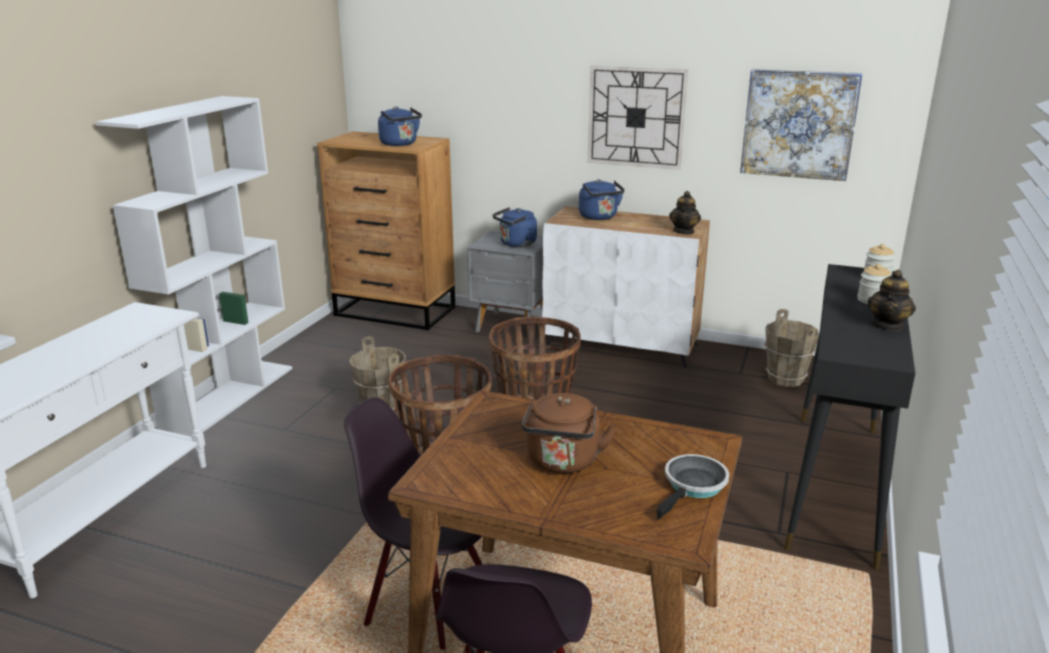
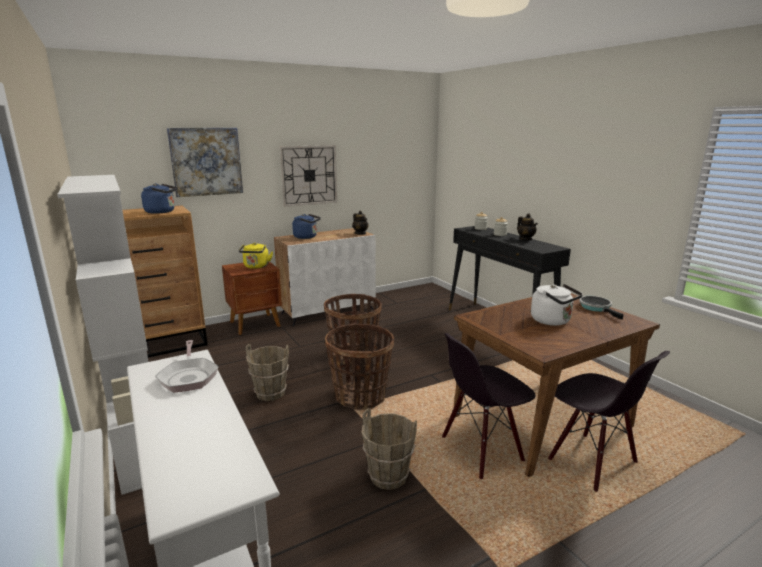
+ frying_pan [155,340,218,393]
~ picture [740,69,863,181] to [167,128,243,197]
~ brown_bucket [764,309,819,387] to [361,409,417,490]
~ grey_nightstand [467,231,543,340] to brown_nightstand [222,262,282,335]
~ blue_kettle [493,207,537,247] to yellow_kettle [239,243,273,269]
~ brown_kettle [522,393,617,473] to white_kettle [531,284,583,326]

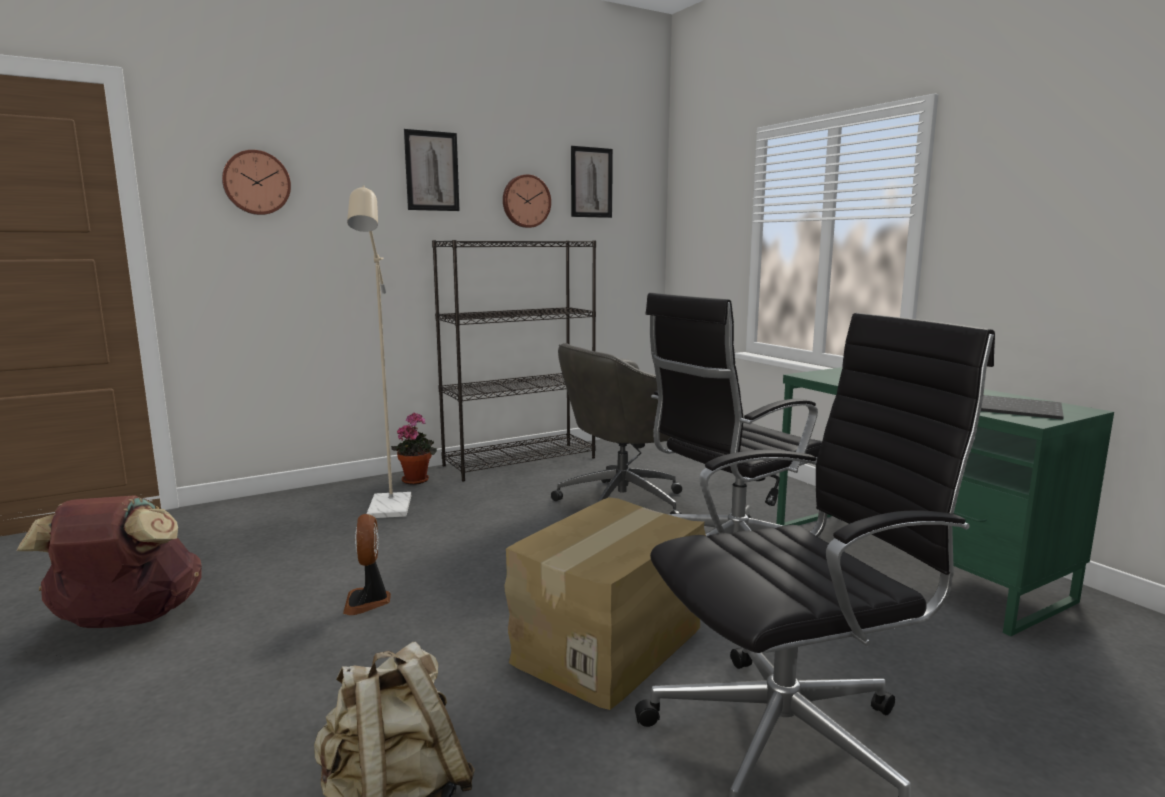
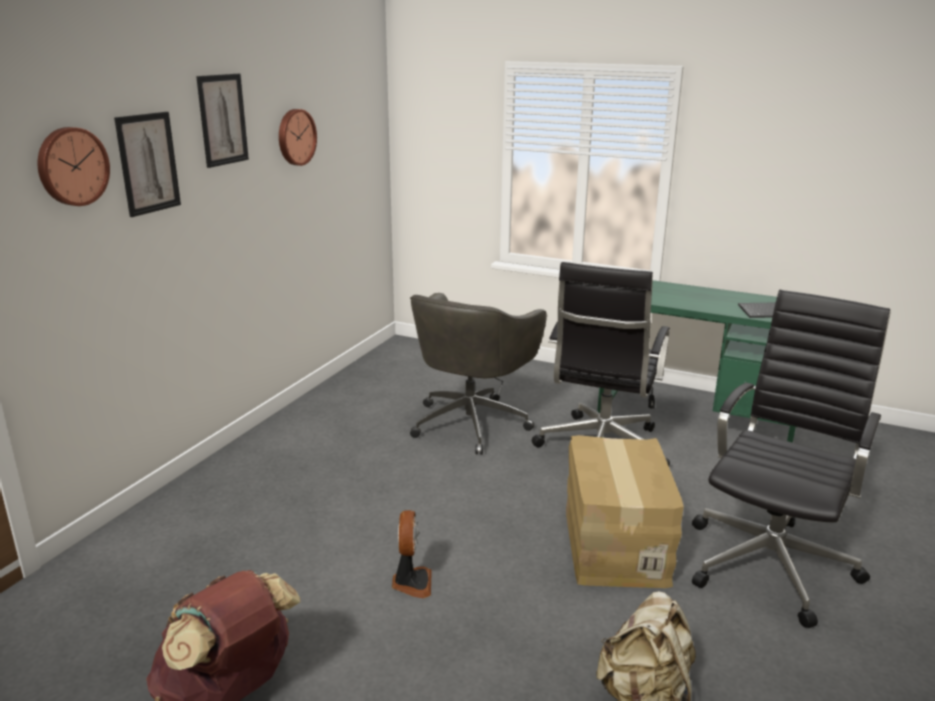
- beige_floor_lamp [347,185,411,518]
- potted_plant [391,412,437,485]
- black_bookcase [432,240,596,481]
~ picture [571,146,613,218] to [114,112,181,217]
~ fan [343,514,391,615] = [392,510,432,598] 135 degrees counterclockwise

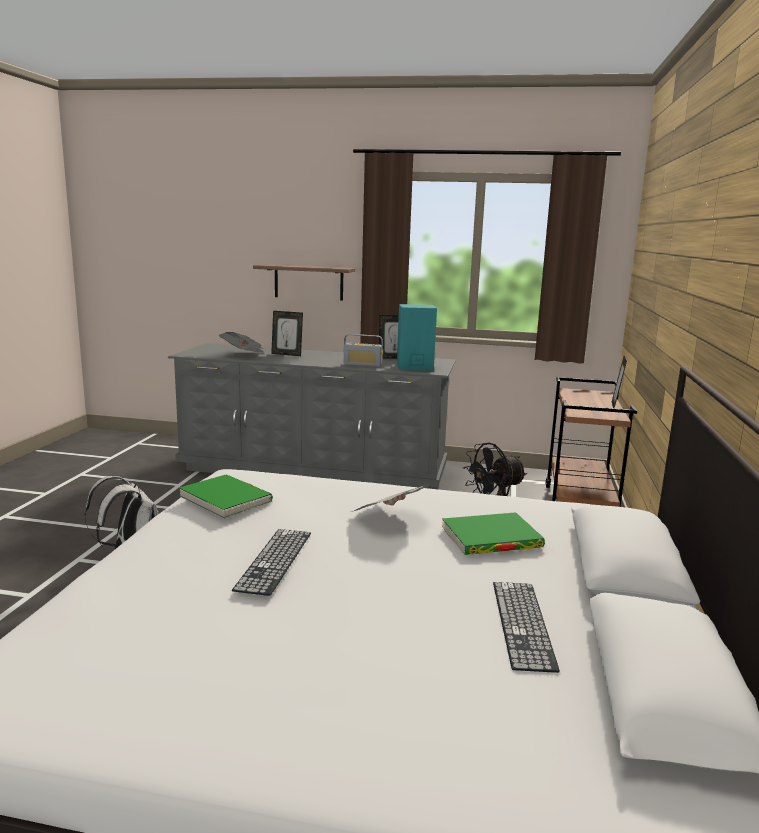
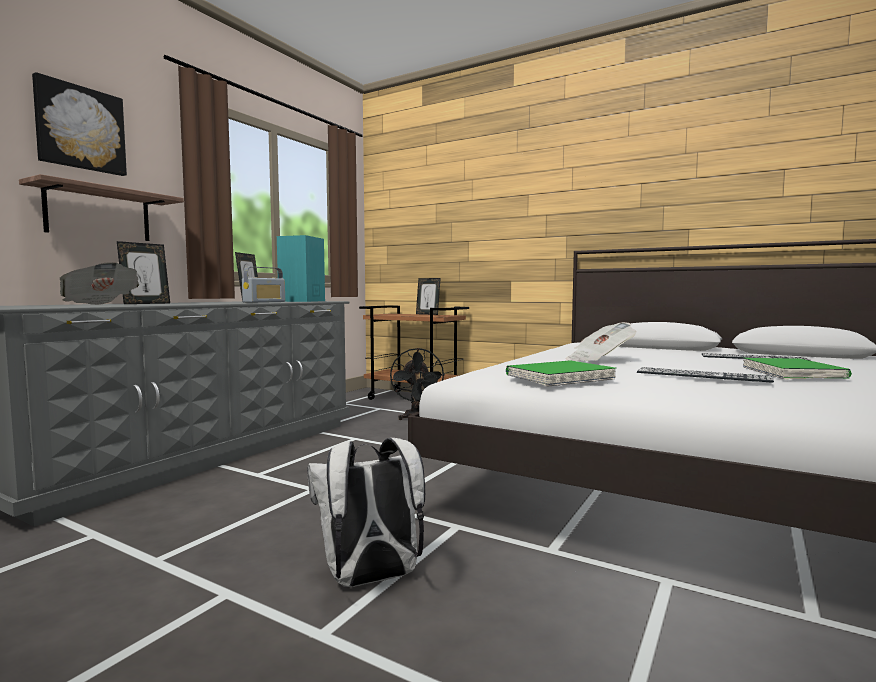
+ picture [32,72,127,176]
~ green_book [442,512,545,555] to [743,358,852,379]

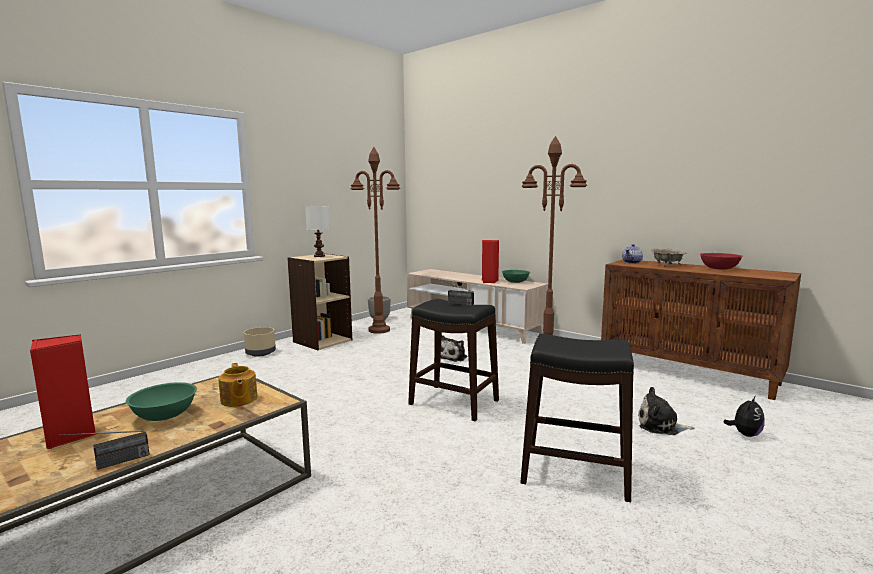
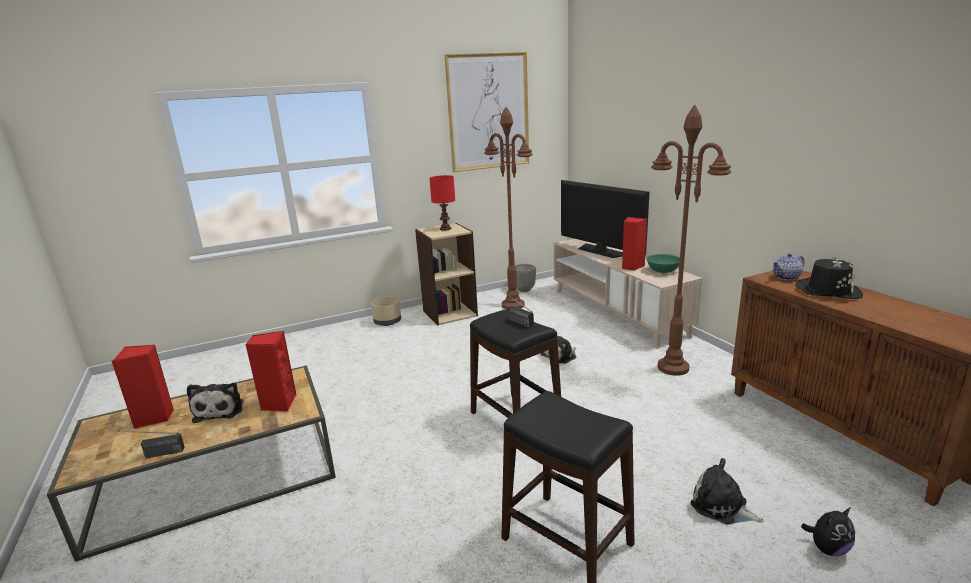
- red_bowl [700,253,743,269]
+ picture [444,52,529,172]
+ television [561,180,650,258]
~ green_bowl [126,382,197,421] to plush_toy [187,383,244,423]
~ teapot [218,363,258,407] to red_speaker [245,331,297,412]
~ beige_bowl [651,248,687,267] to black_hat [795,257,863,299]
~ white_table_lamp [305,206,330,257] to red_table_lamp [429,175,455,231]

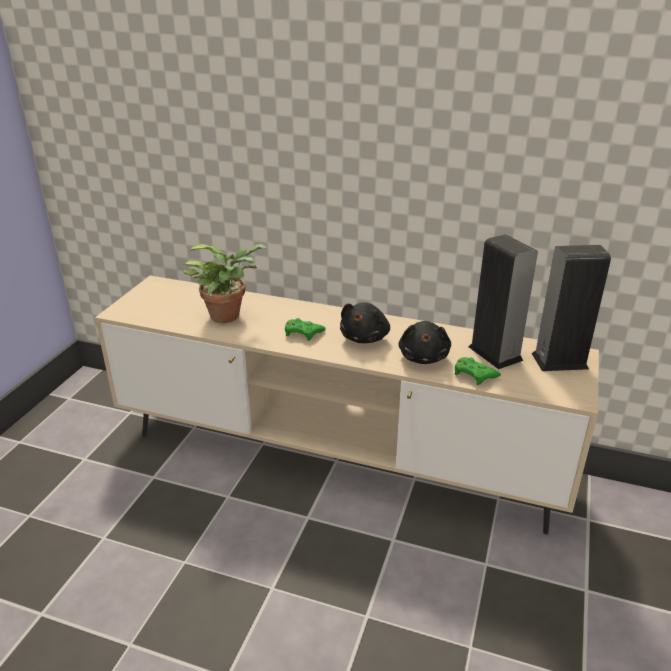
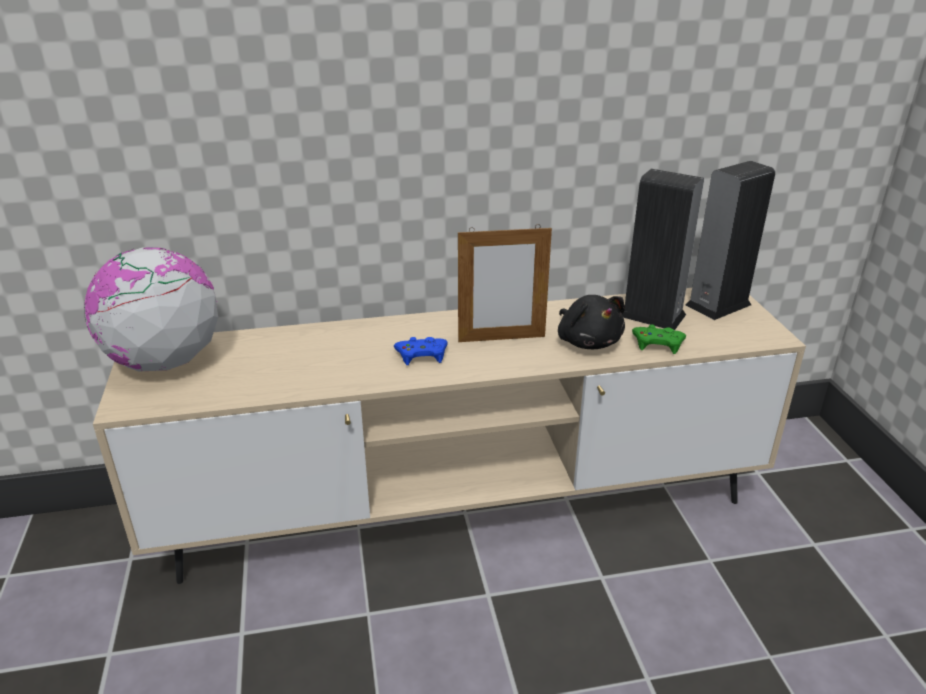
- potted_plant [183,244,268,323]
+ globe [84,247,218,372]
~ black_plush_toy [340,303,390,343] to picture_frame [458,224,552,342]
~ green_game_controller [285,318,326,341] to blue_game_controller [394,337,448,365]

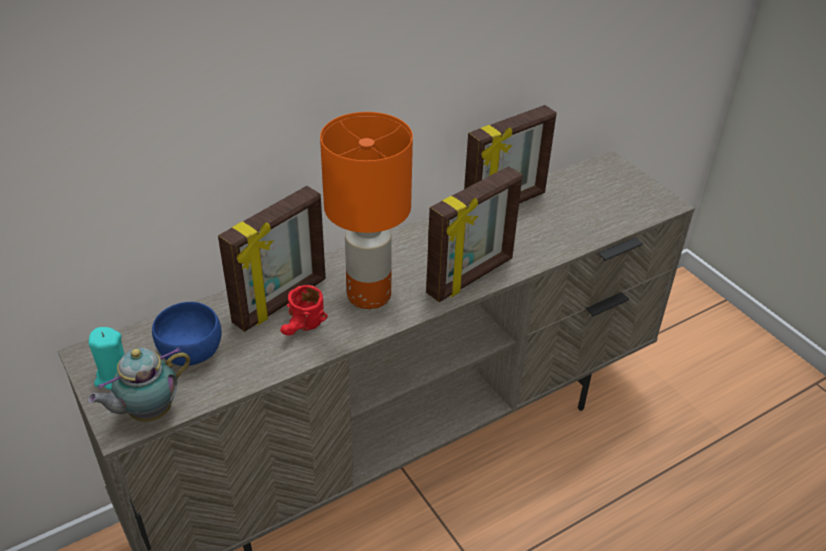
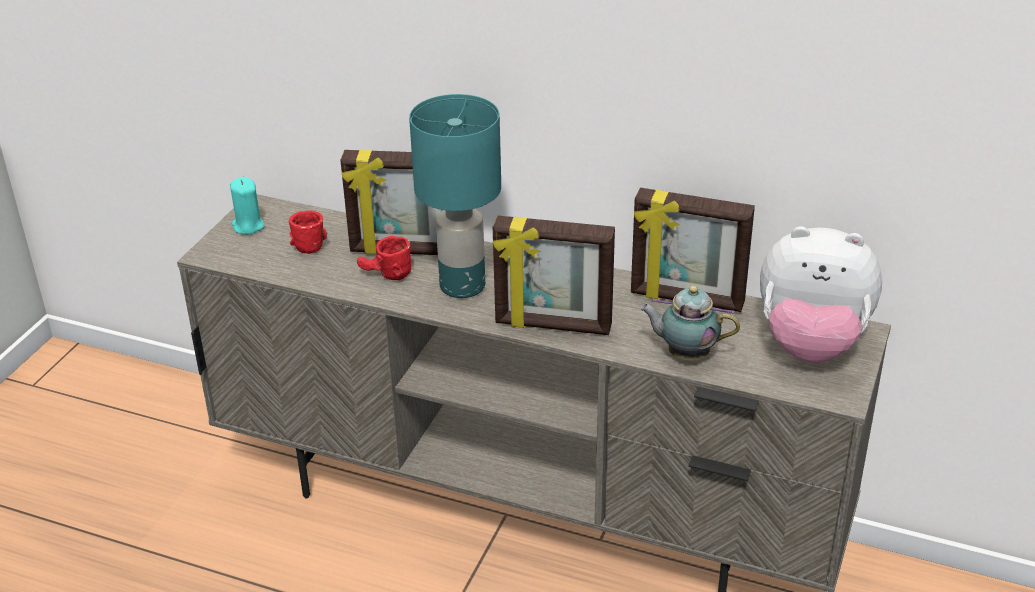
+ plush_toy [760,226,882,363]
~ teapot [87,347,190,422] to [639,286,740,361]
~ blue_bowl [152,302,222,366] to red_mug [289,211,327,254]
~ orange_table_lamp [320,112,413,309] to turquoise_table_lamp [409,94,501,298]

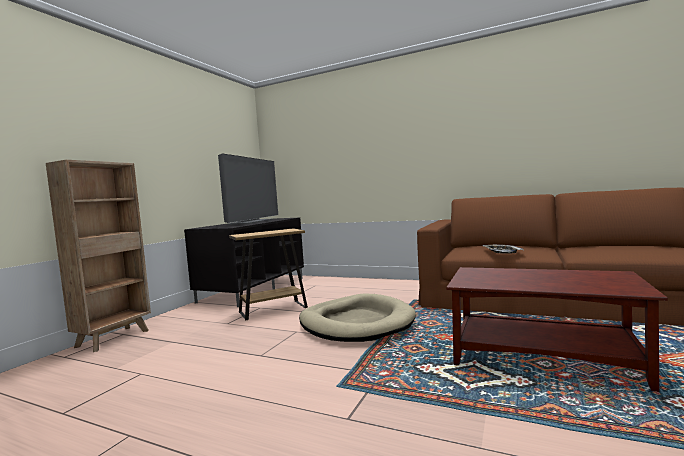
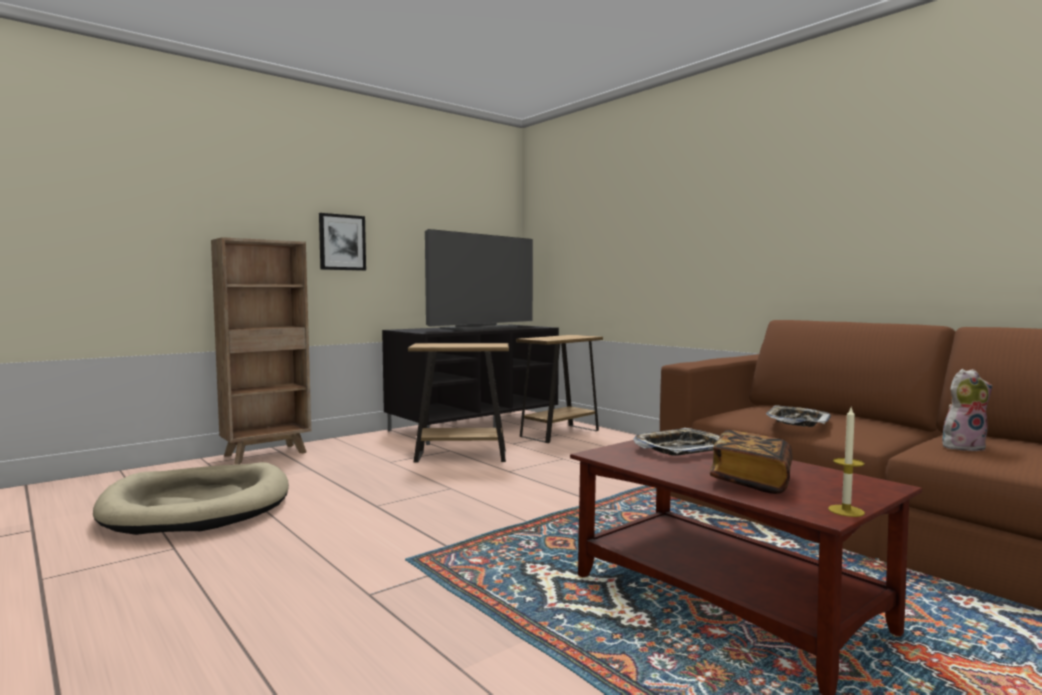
+ picture [319,213,366,271]
+ brown_side_table [516,335,603,443]
+ tray [633,428,720,456]
+ book [710,430,792,494]
+ candle [828,408,865,517]
+ plush_toy [942,369,993,451]
~ beige_dog_bed [299,294,416,342] to [93,462,289,535]

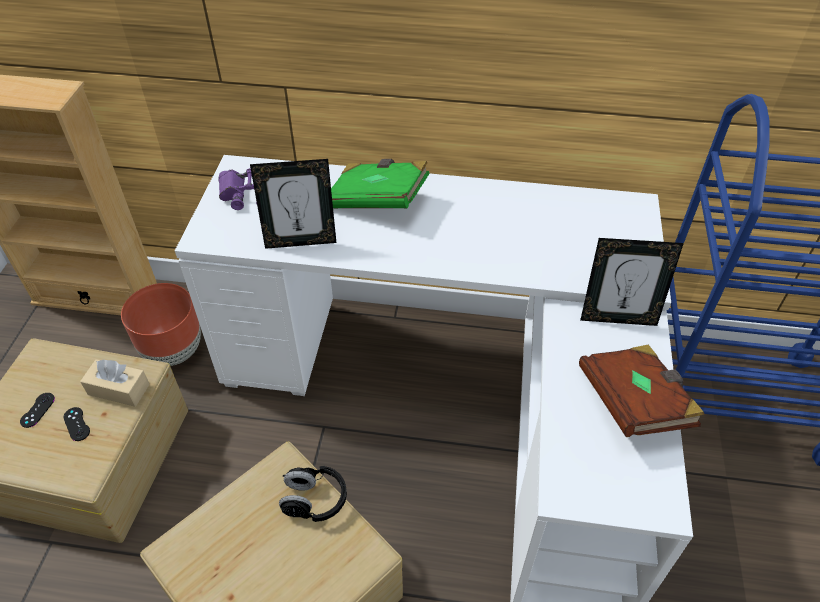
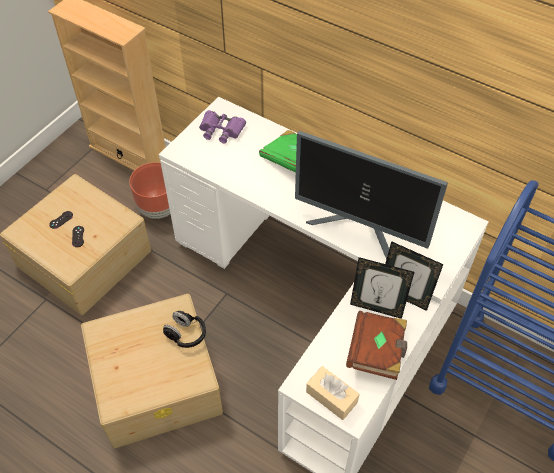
+ monitor [295,131,448,260]
~ beige_tissue_box [80,359,150,407] to [306,366,360,420]
~ picture_frame [250,159,336,249] to [350,257,414,319]

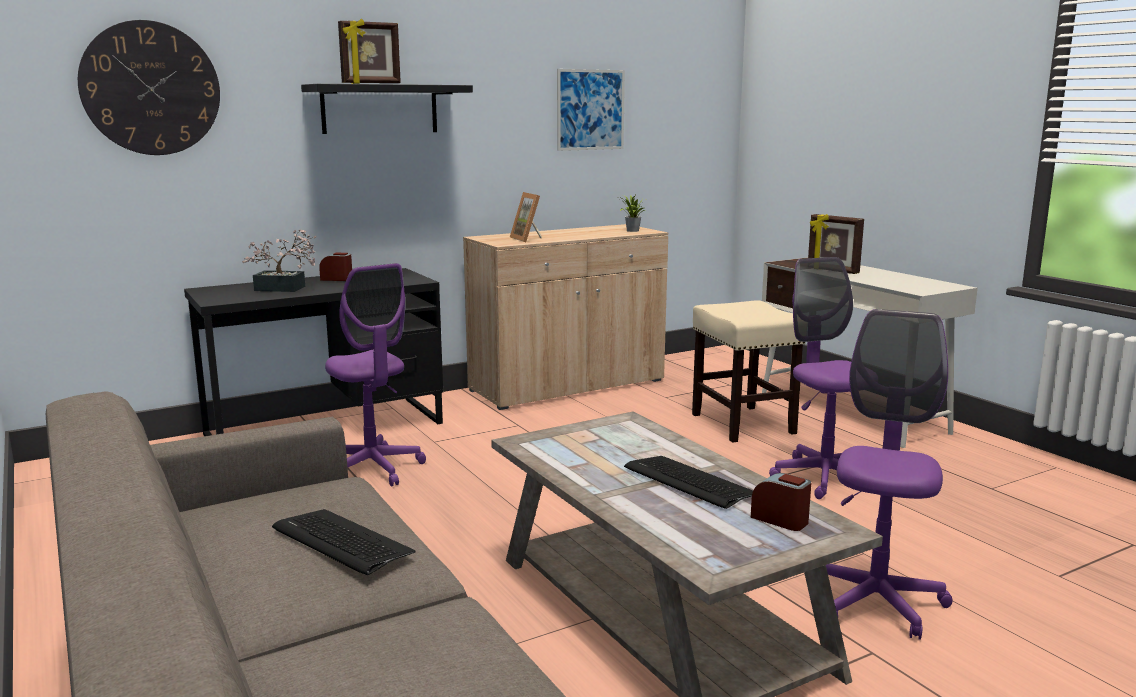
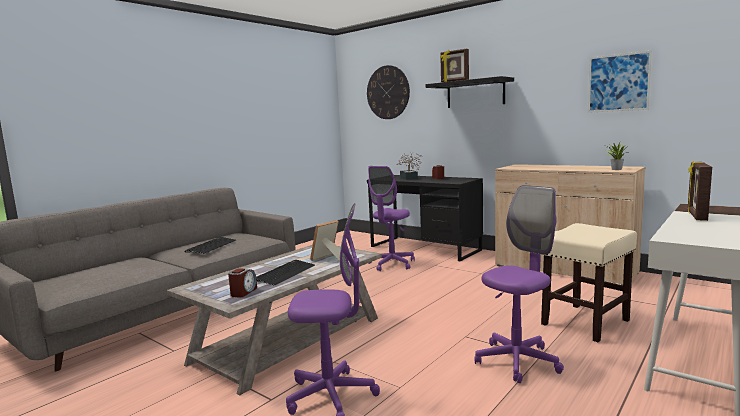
~ picture_frame [510,192,542,242] to [310,220,341,261]

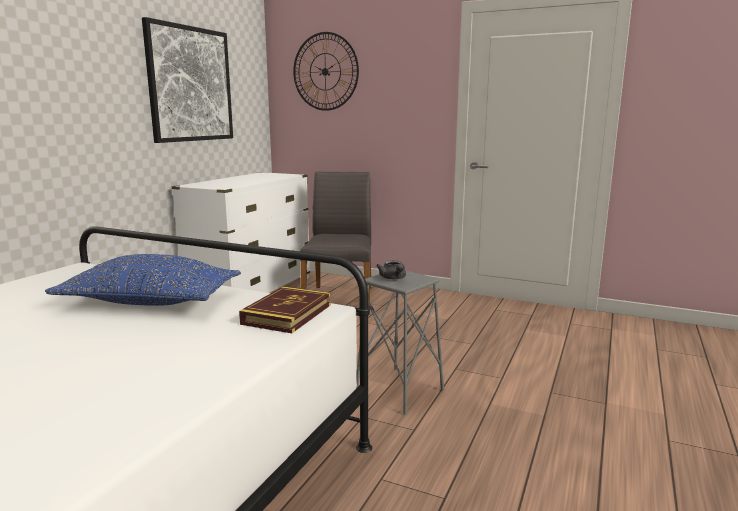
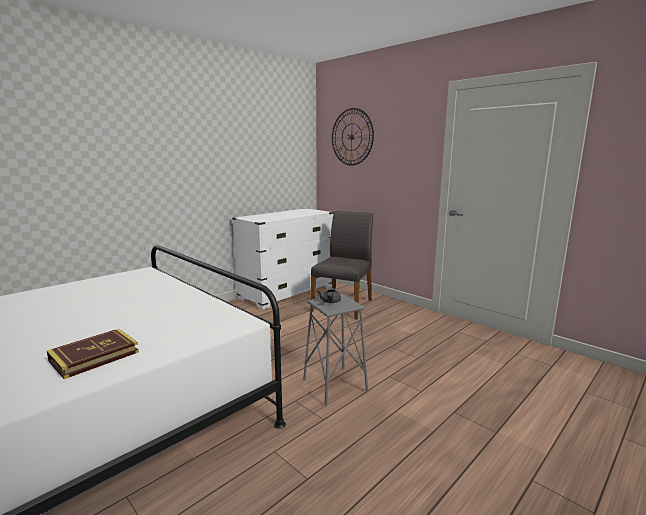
- blue_pillow [45,254,241,306]
- picture [142,17,233,143]
~ book [239,286,331,333] to [47,329,139,379]

